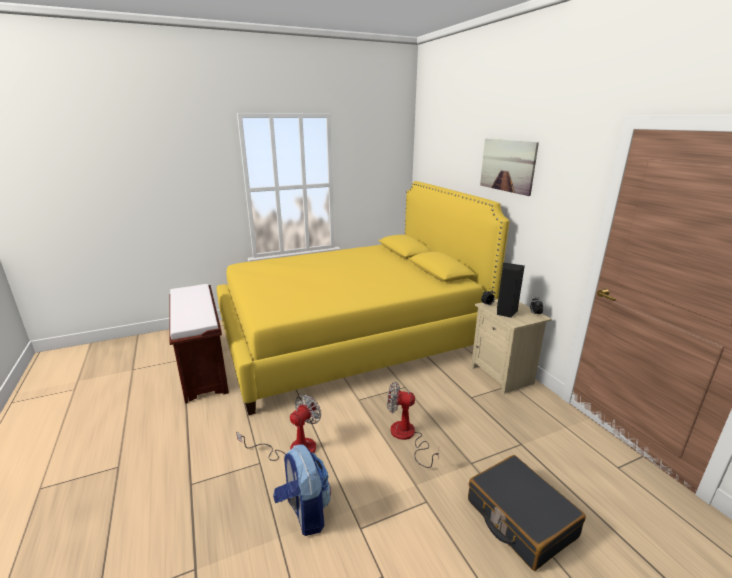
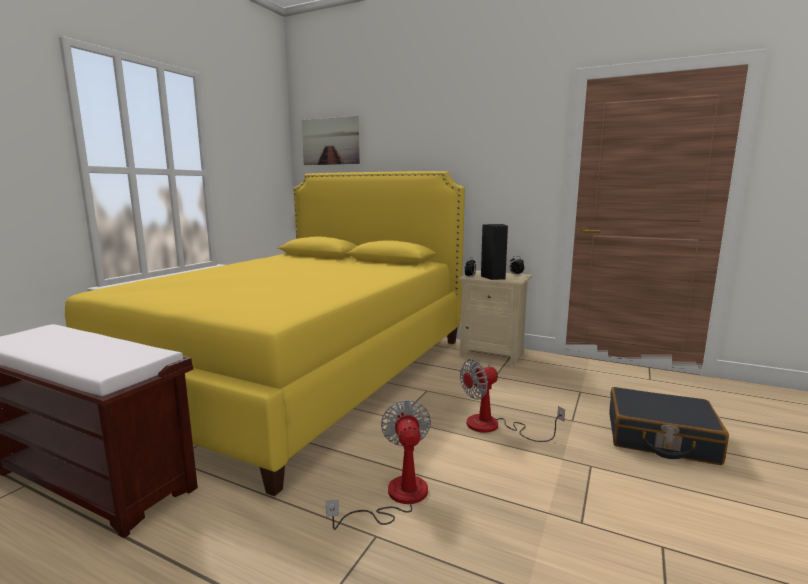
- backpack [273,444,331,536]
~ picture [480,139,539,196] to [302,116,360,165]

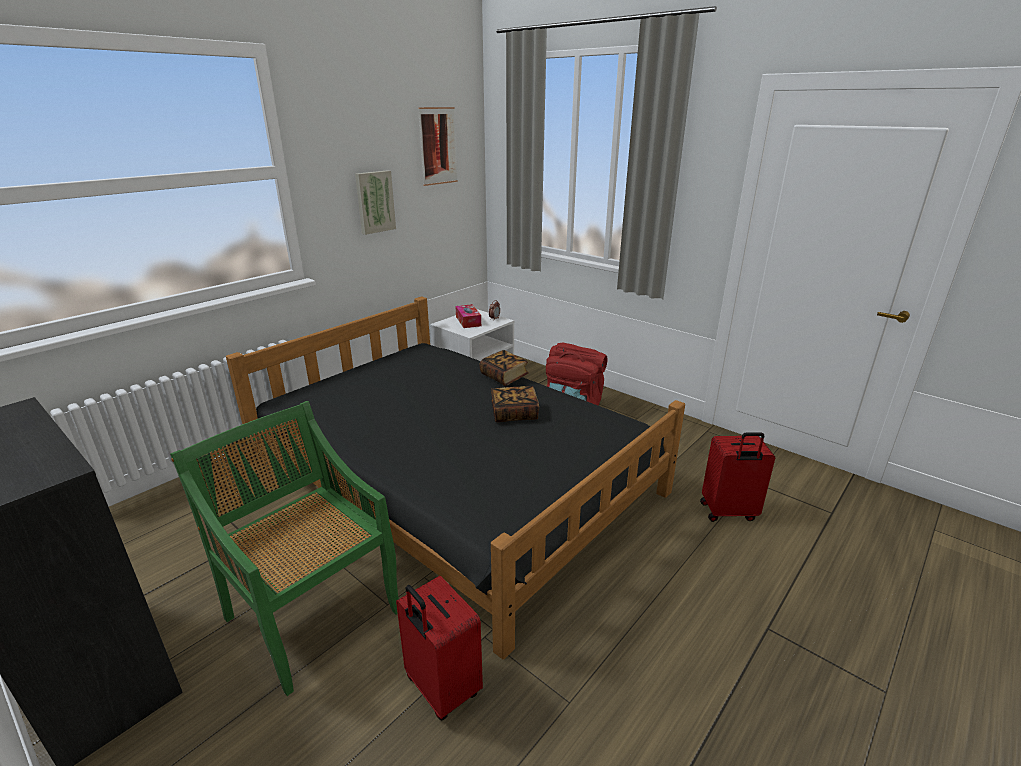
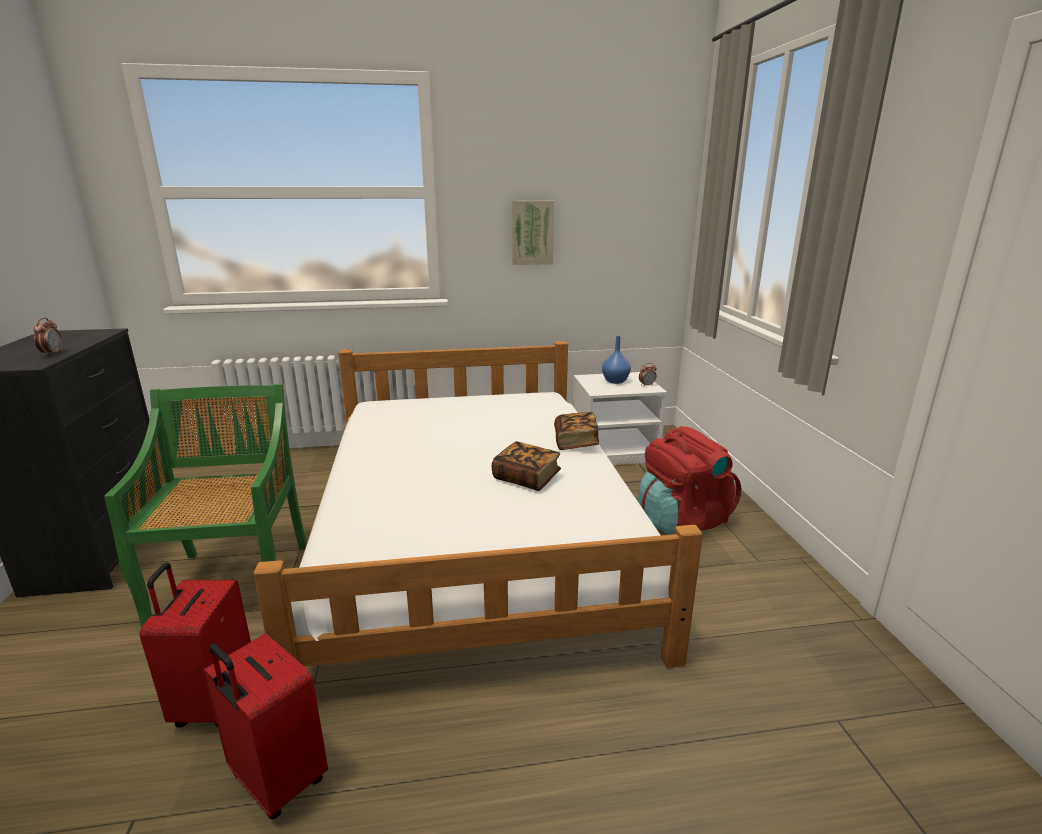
- picture [418,107,458,186]
+ alarm_clock [33,318,62,356]
~ red_suitcase [700,432,775,522] to [203,634,328,820]
~ tissue_box [456,304,481,328] to blue_vase [602,336,631,384]
~ black_bed [226,296,685,659] to white_bed [253,341,703,668]

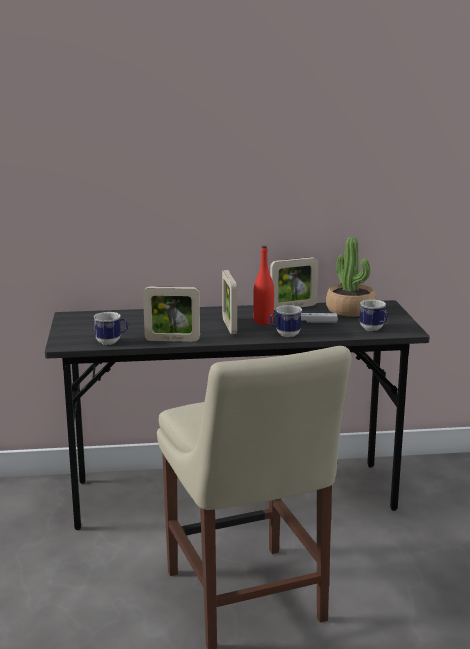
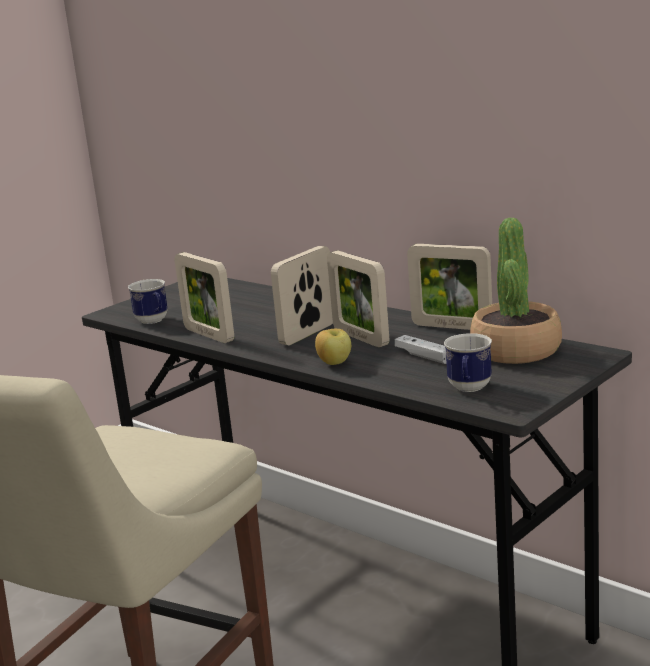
~ red_bottle [253,246,274,325] to picture_frame [327,251,389,347]
~ mug [270,305,302,337] to apple [315,329,351,365]

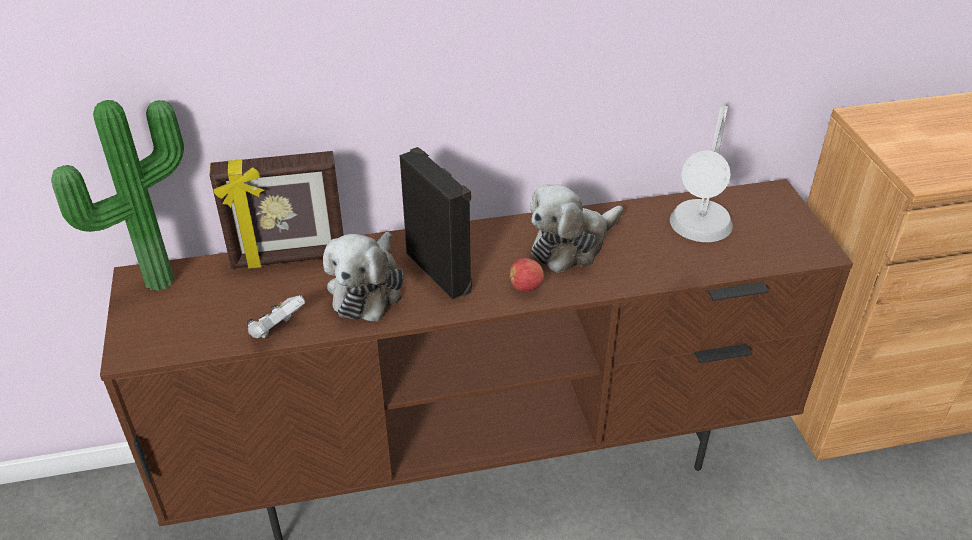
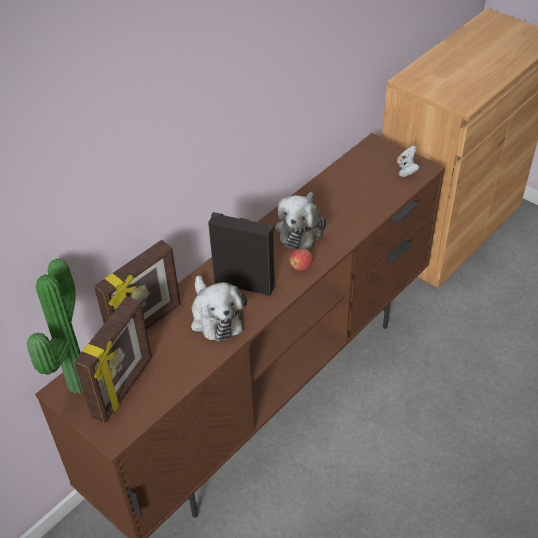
- grey_table_lamp [670,102,733,242]
+ picture_frame [74,296,152,423]
~ white_game_controller [247,295,305,338] to [397,146,420,177]

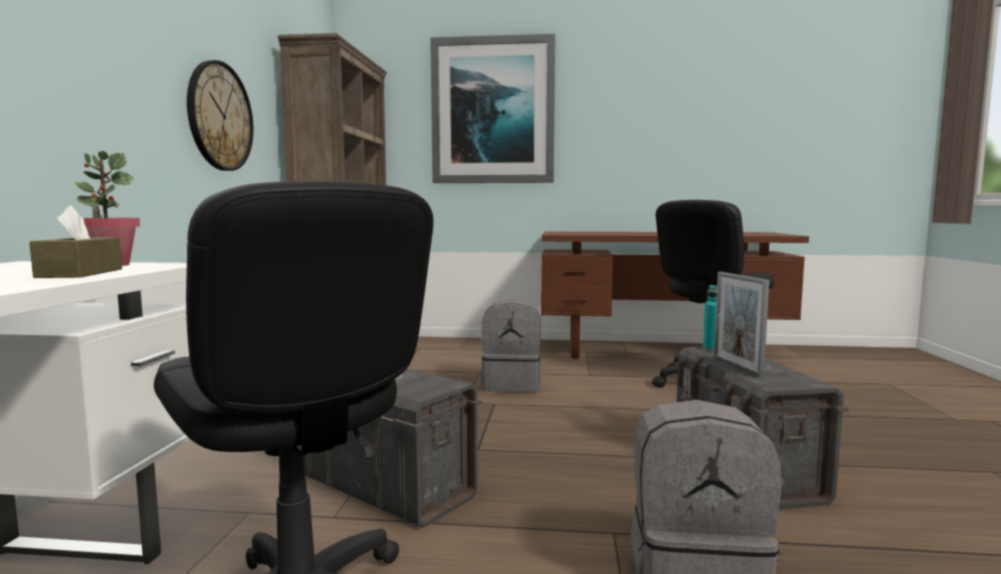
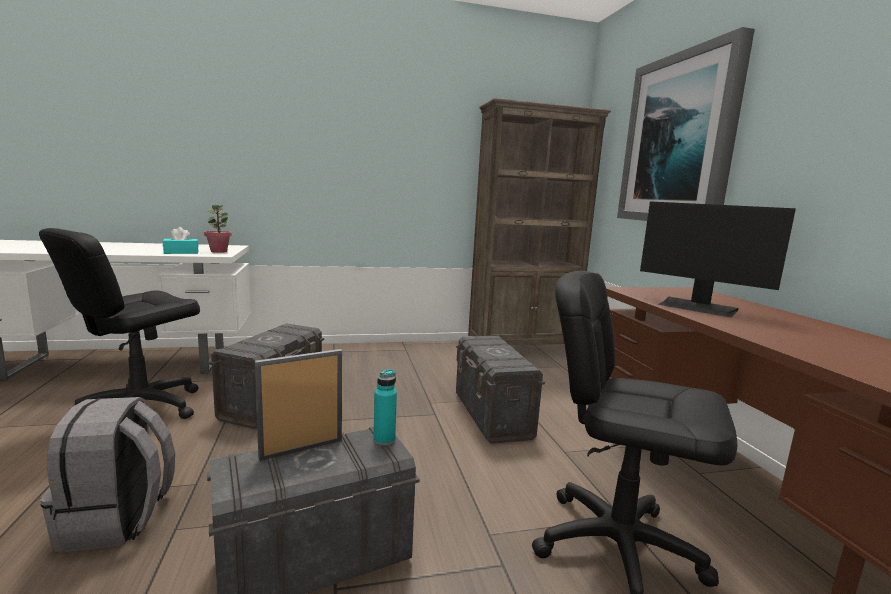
- wall_clock [187,60,253,171]
+ monitor [640,201,796,318]
~ grey_backpack [481,300,541,393] to grey_storage_box [456,336,545,444]
~ brown_tissue_box [29,206,122,278] to turquoise_tissue_box [163,227,199,254]

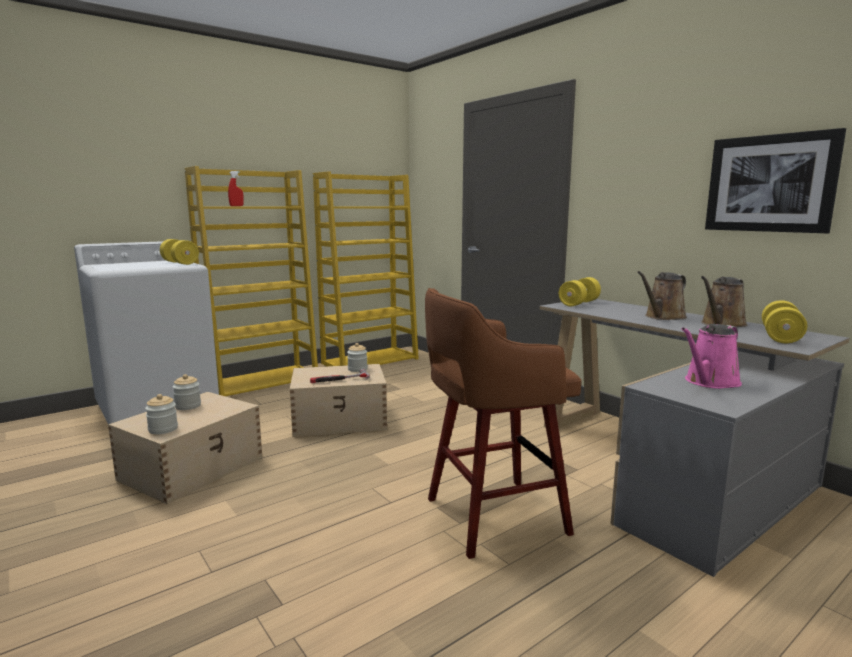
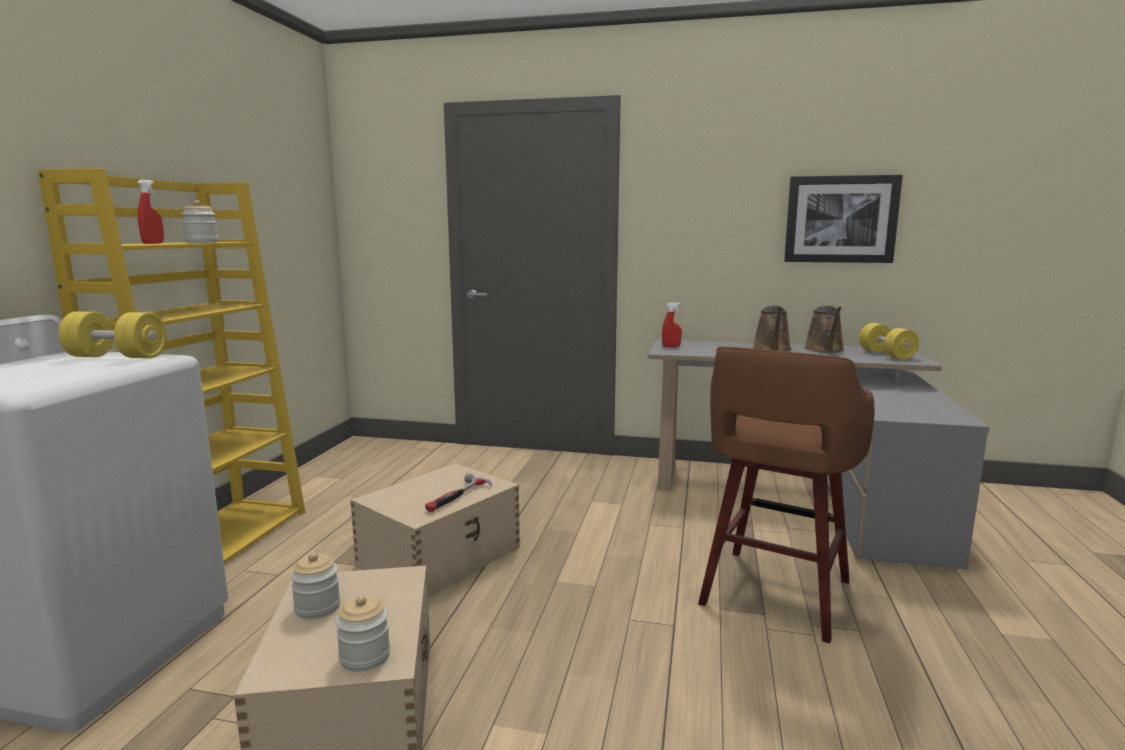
- yellow_bookcase [313,171,419,366]
- pink_watering_can [681,324,742,389]
~ jar [347,343,368,372] to [181,200,218,243]
~ yellow_dumbbell [559,277,601,307] to red_spray_bottle [662,302,682,347]

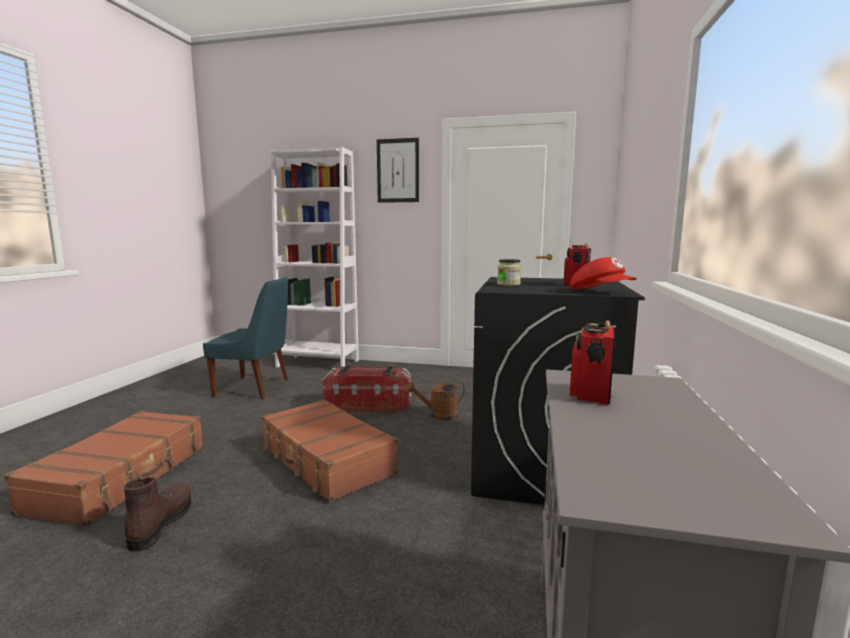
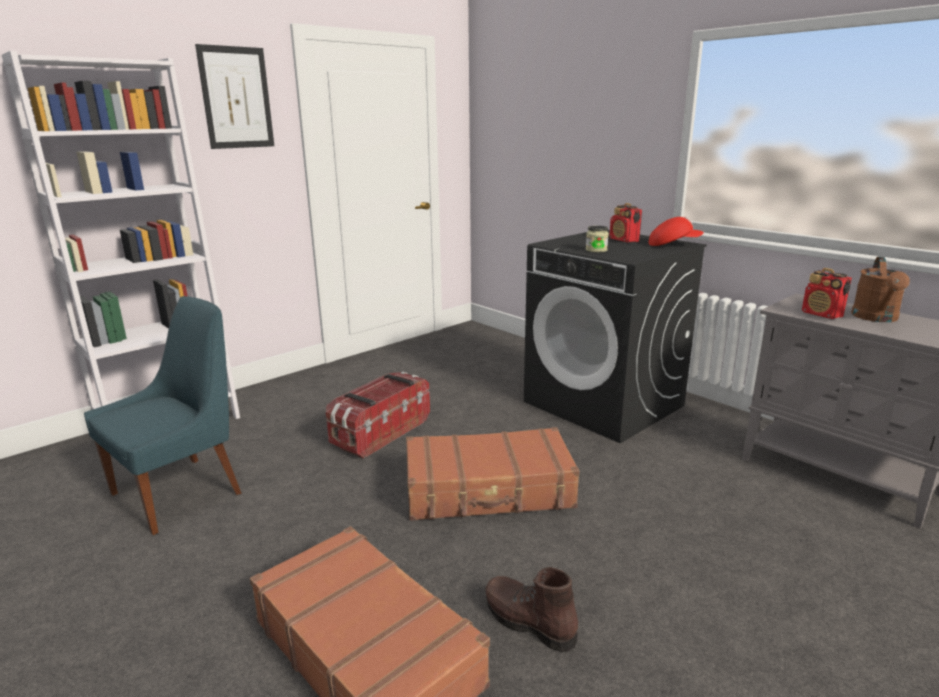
~ brown_watering_can [405,379,465,420] to [851,257,910,322]

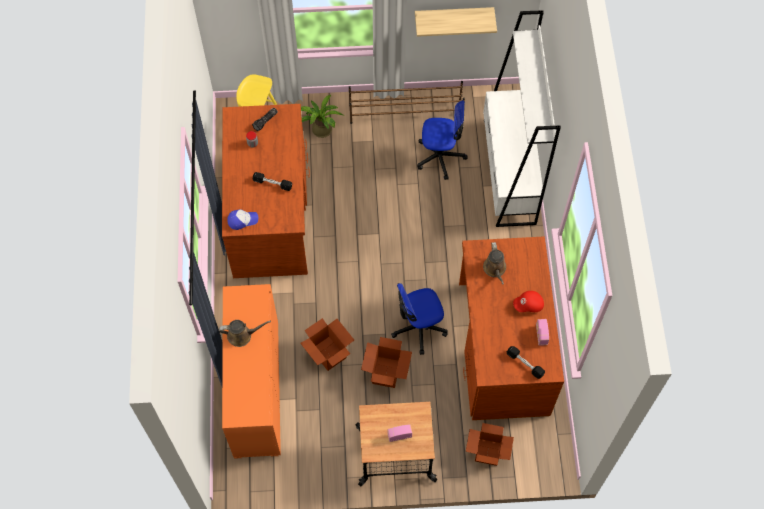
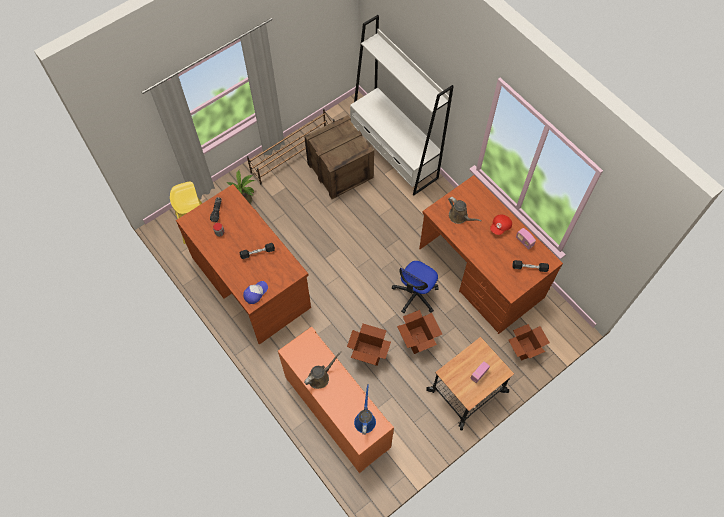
- shelf [415,7,497,37]
+ blue_watering_can [354,384,376,435]
~ office_chair [417,100,468,180] to crate [305,115,374,199]

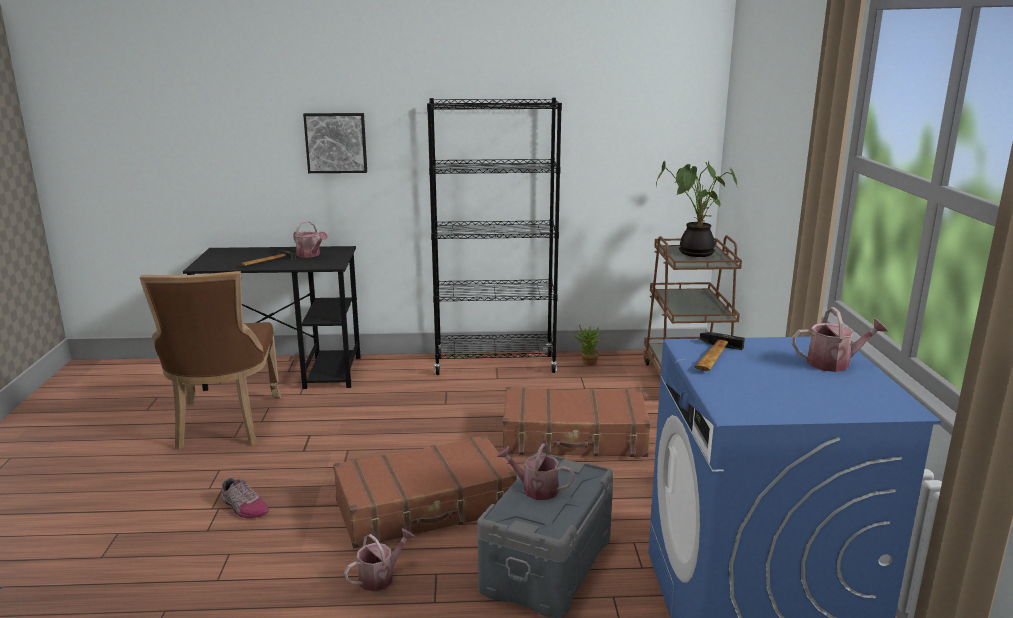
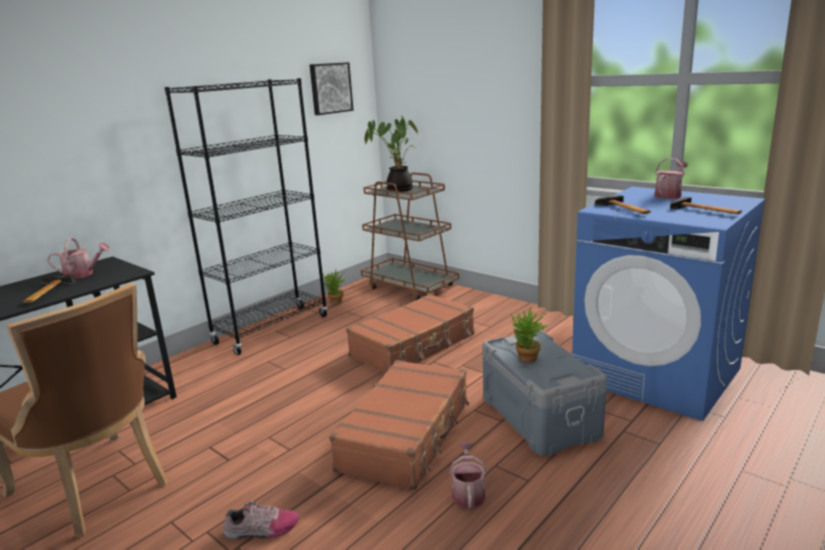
+ hammer [670,197,742,214]
~ picture [303,113,367,173] to [310,62,354,115]
~ watering_can [497,443,575,500] to potted_plant [511,307,549,363]

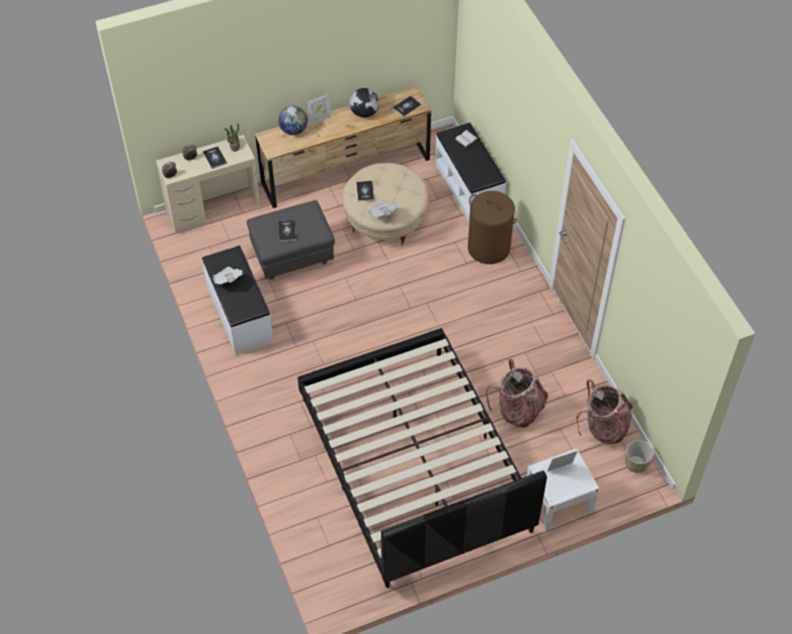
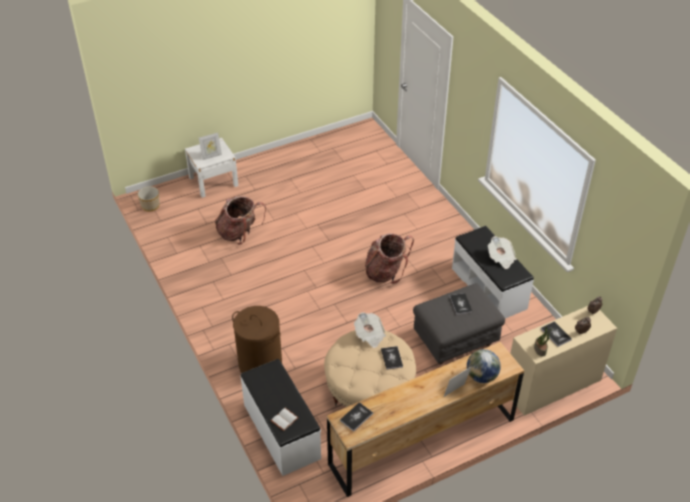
- black_bed [298,328,547,588]
- globe [349,88,379,118]
~ backpack [576,379,633,444] to [365,233,414,284]

